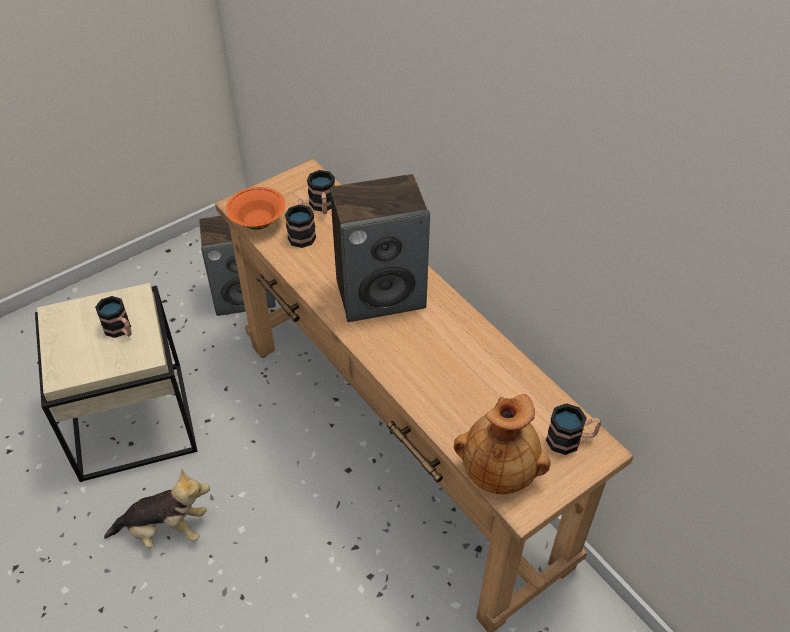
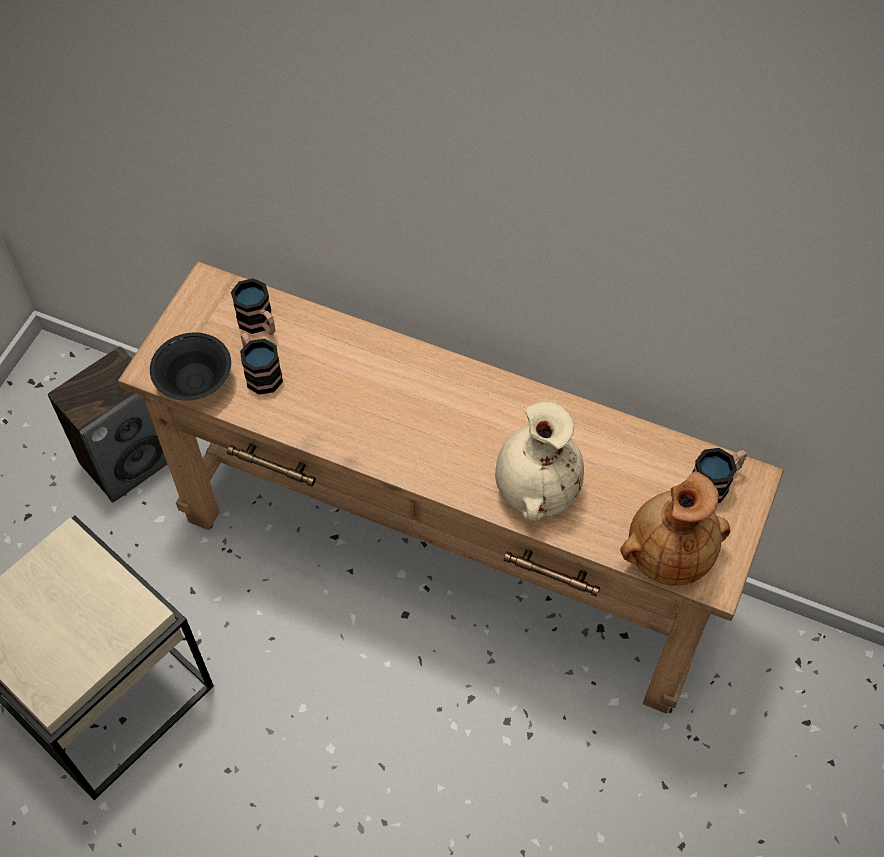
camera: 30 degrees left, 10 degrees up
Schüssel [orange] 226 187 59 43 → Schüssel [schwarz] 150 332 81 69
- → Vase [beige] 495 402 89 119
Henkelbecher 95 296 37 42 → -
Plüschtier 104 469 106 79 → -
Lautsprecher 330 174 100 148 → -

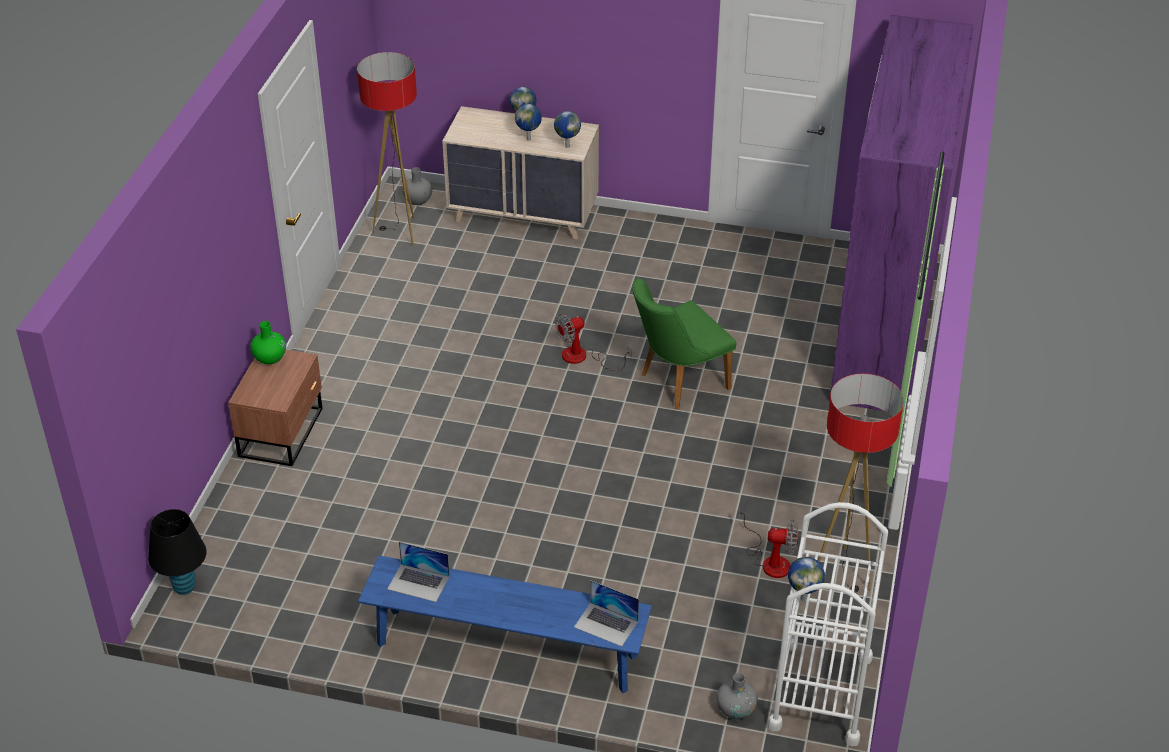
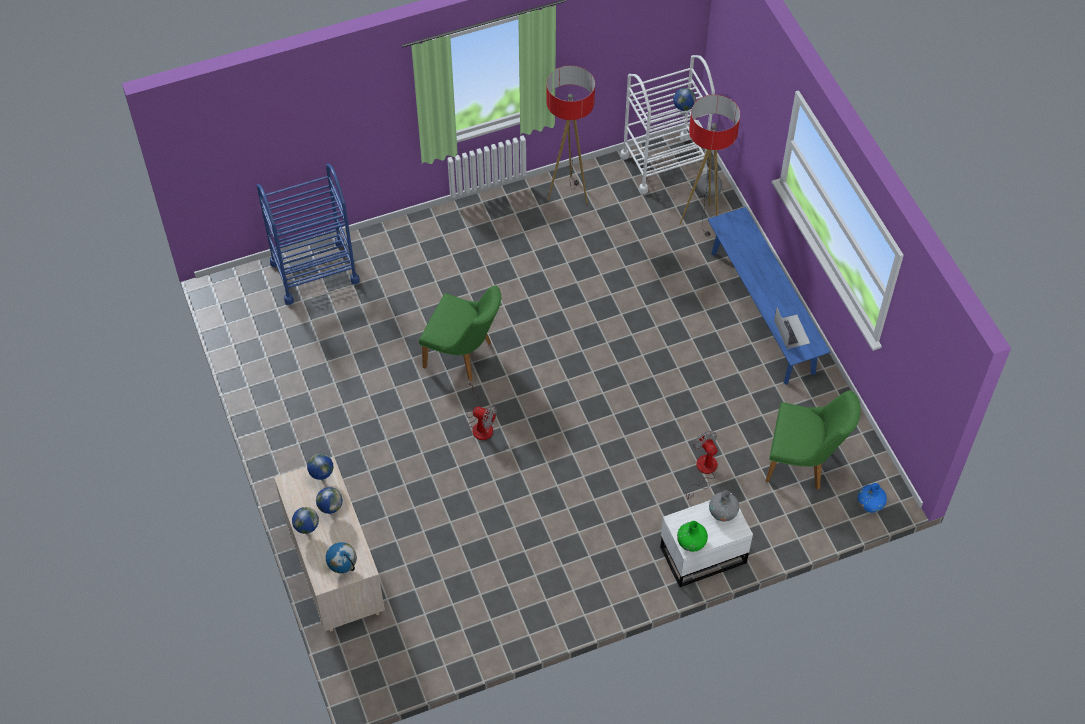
camera: 125 degrees left, 15 degrees up
Kleiderschrank [lila] 829 15 145 399 → Rollwagen [blau] 257 164 103 141
- → Globus 326 542 31 31
Nachttisch [braun] 228 350 95 116 → Nachttisch [weiß] 660 493 93 94
Stehlampe 357 52 60 194 → Stehlampe 679 95 61 141, moved
Ventilator 739 511 59 67 → Ventilator 686 431 32 68, moved
Vase [grau] 402 167 30 38 → Vase [grau] 709 491 30 31, moved
- → Stuhl [grün] 765 390 96 100
Tischlampe [schwarz] 148 509 59 86 → Vase [blau] 857 483 30 30
Laptop 574 581 65 66 → -

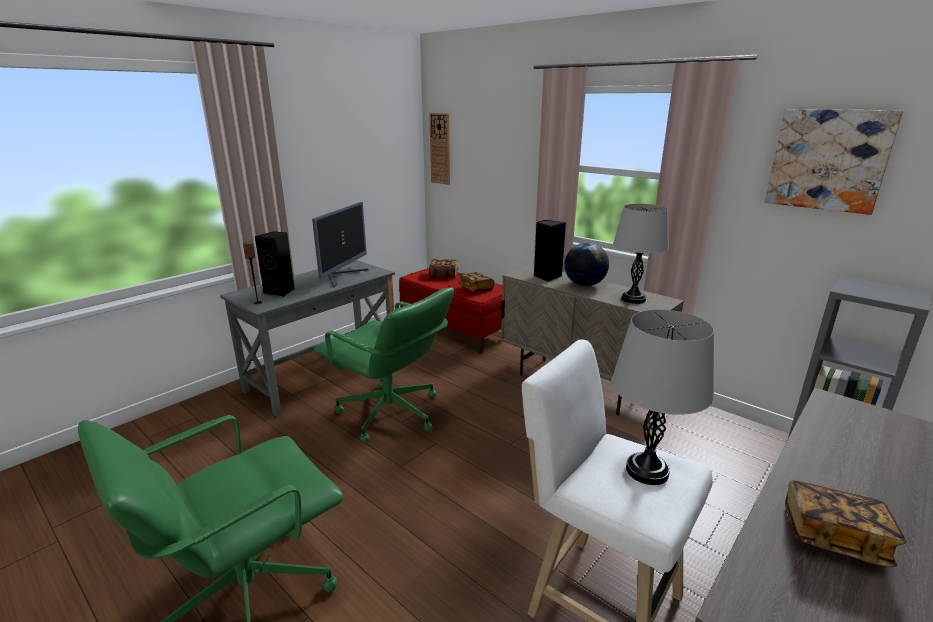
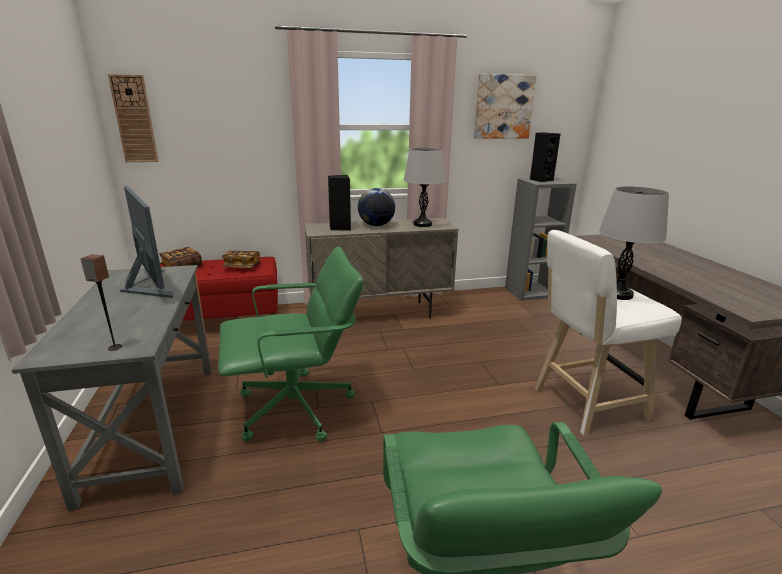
camera: 55 degrees left, 0 degrees up
Lautsprecher [schwarz] 255 231 40 65 → Lautsprecher [schwarz] 530 132 31 50, moved
Buch 785 480 121 87 → -

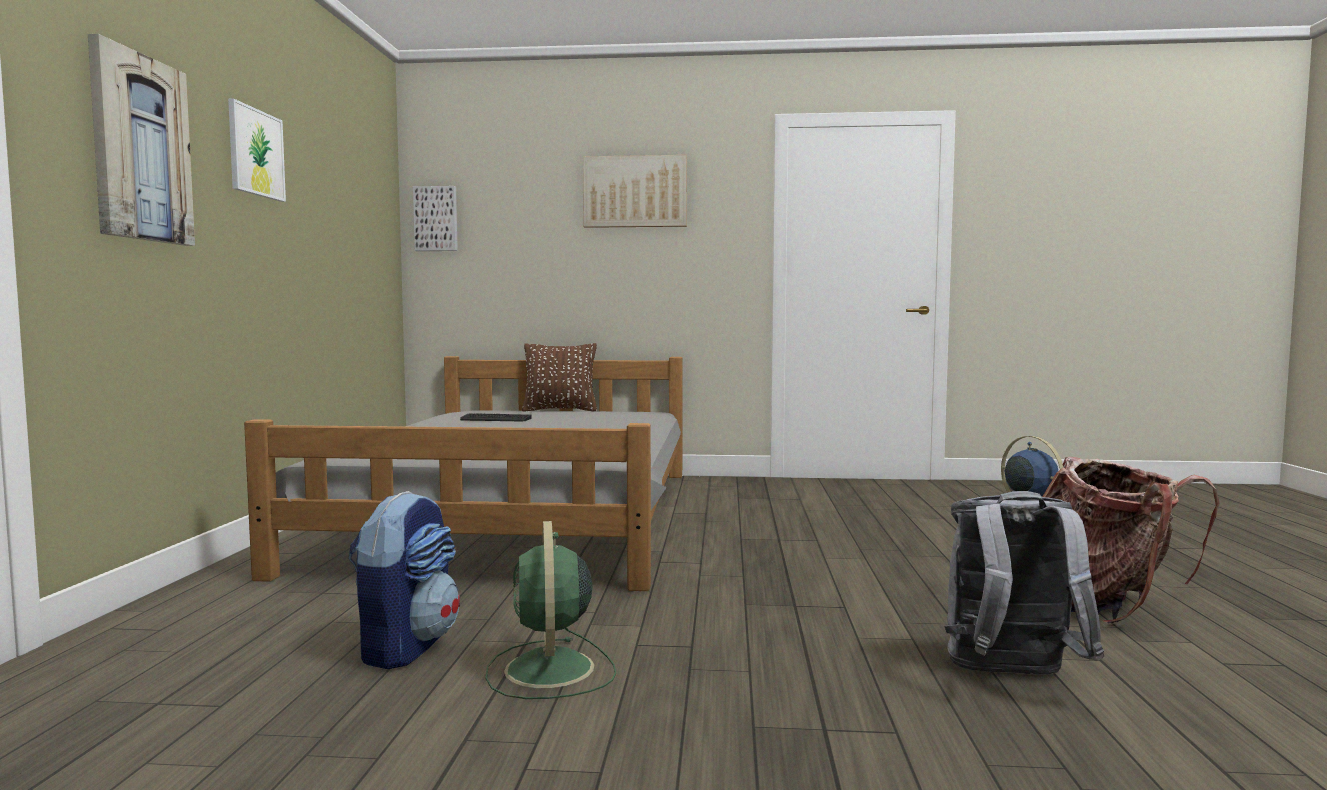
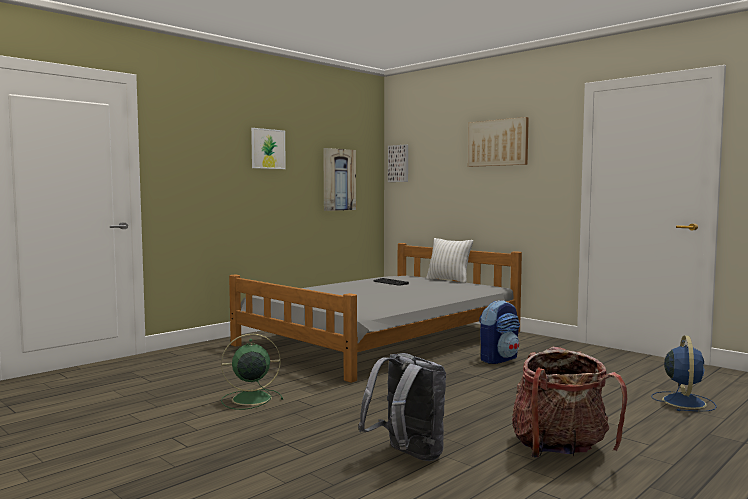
camera: 40 degrees right, 0 degrees up
Ventilator [grün] 485 521 131 178 → Ventilator [grün] 221 334 62 76, 45 degrees clockwise
Bild 88 34 107 212 → Bild 323 148 33 63, moved
Kissen [braun] 522 343 75 69 → Kissen [weiß] 426 238 47 45
Rucksack 348 491 112 178 → Rucksack 479 300 41 64, moved

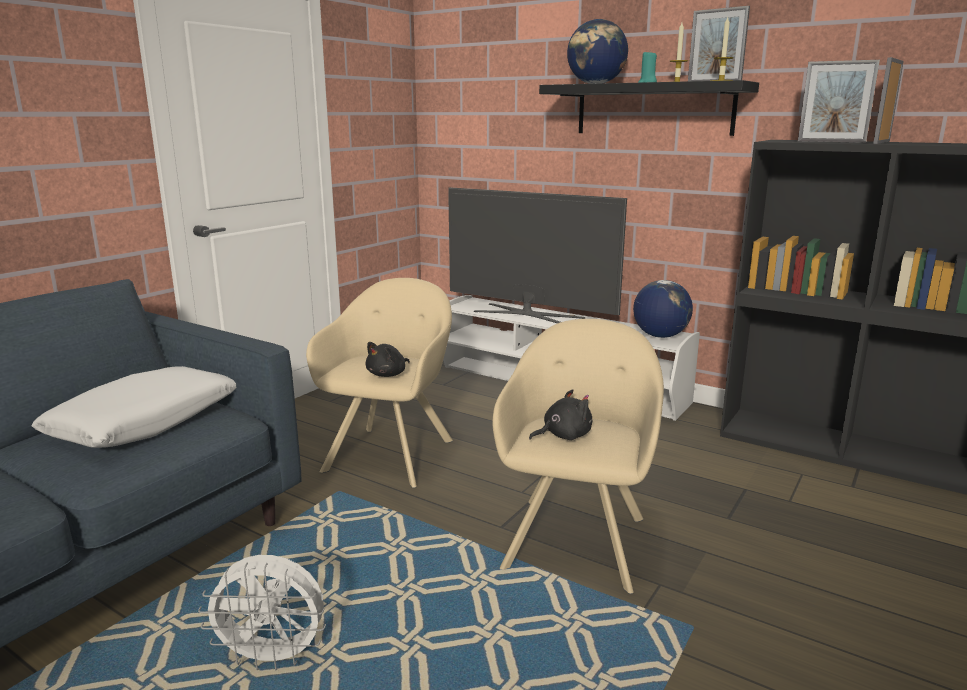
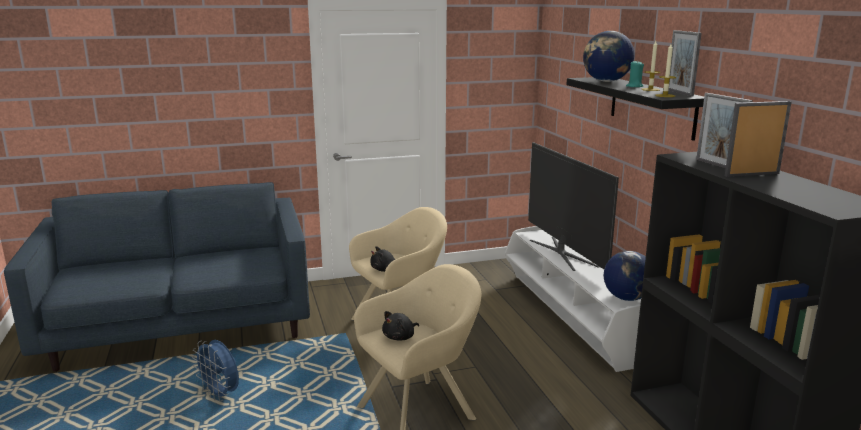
camera: 40 degrees right, 0 degrees up
Ventilator [weiß] 198 555 128 115 → Ventilator [blau] 192 340 47 61
Plüschtier [schwarz] 529 389 63 51 → Plüschtier [schwarz] 382 311 37 30, 120 degrees clockwise
Kissen [weiß] 32 366 204 82 → -

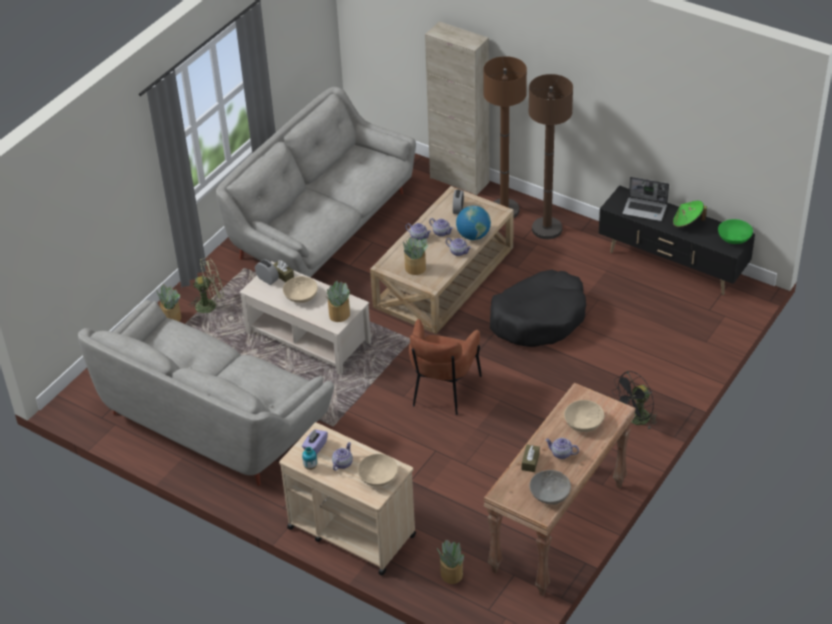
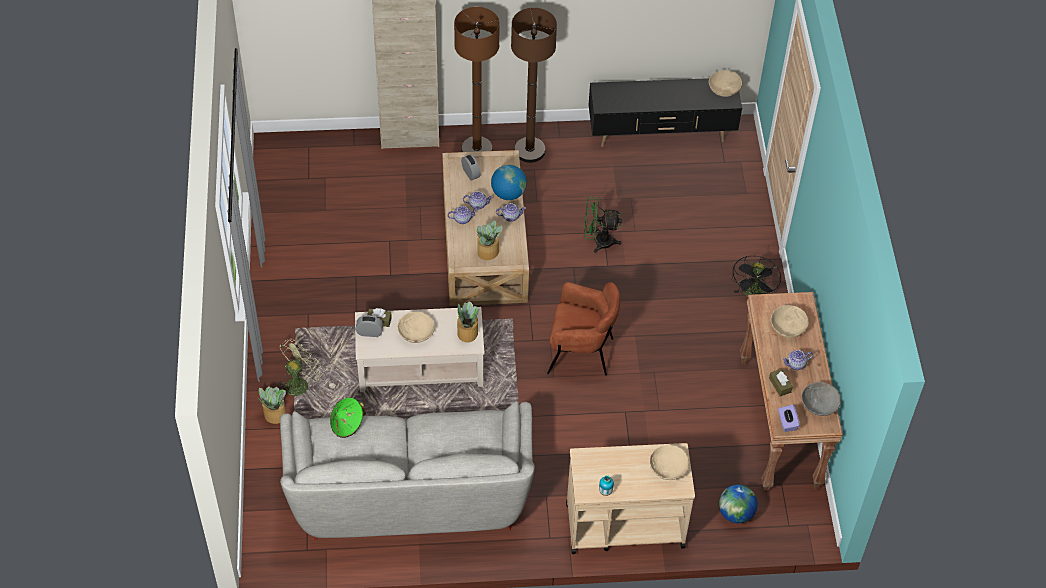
camera: 40 degrees left, 10 degrees up
Hut [grün] 673 201 34 27 → Hut [grün] 330 398 36 40, moved
Sessel [braun] 409 319 73 96 → Sessel [braun] 547 282 73 94, 60 degrees counterclockwise
Hundebett [schwarz] 490 270 96 77 → Ventilator [grün] 584 196 38 57
Schüssel [grün] 718 219 35 25 → Schüssel [beige] 709 70 33 27
Topfpflanze 437 540 27 44 → Globus 719 485 39 38
Taschentuchbox [lila] 302 429 26 26 → Taschentuchbox [lila] 778 404 22 28, moved
Sofa [grau] 216 87 200 190 → -
Teekanne 332 442 21 29 → -
Laptop 623 177 46 44 → -

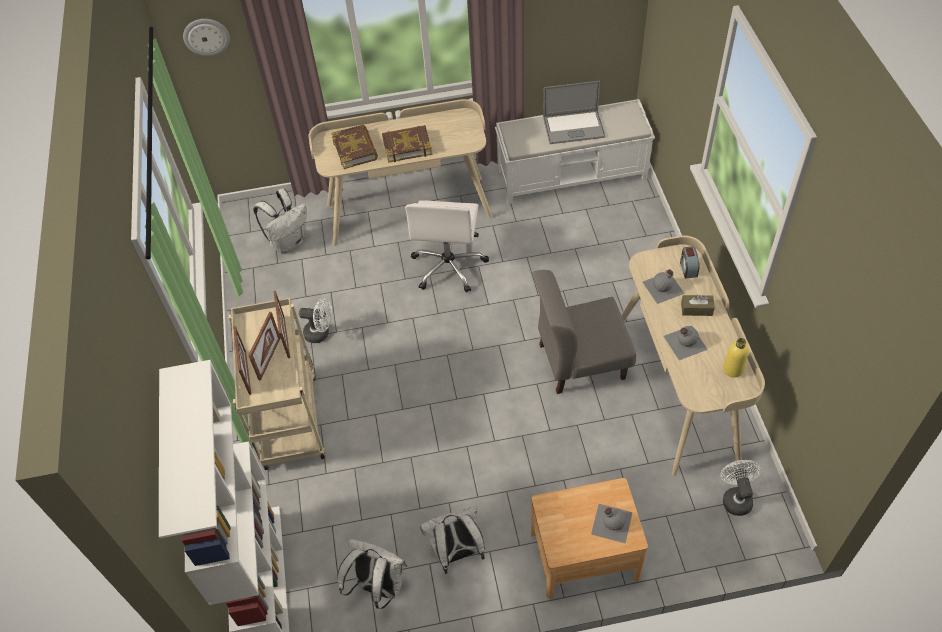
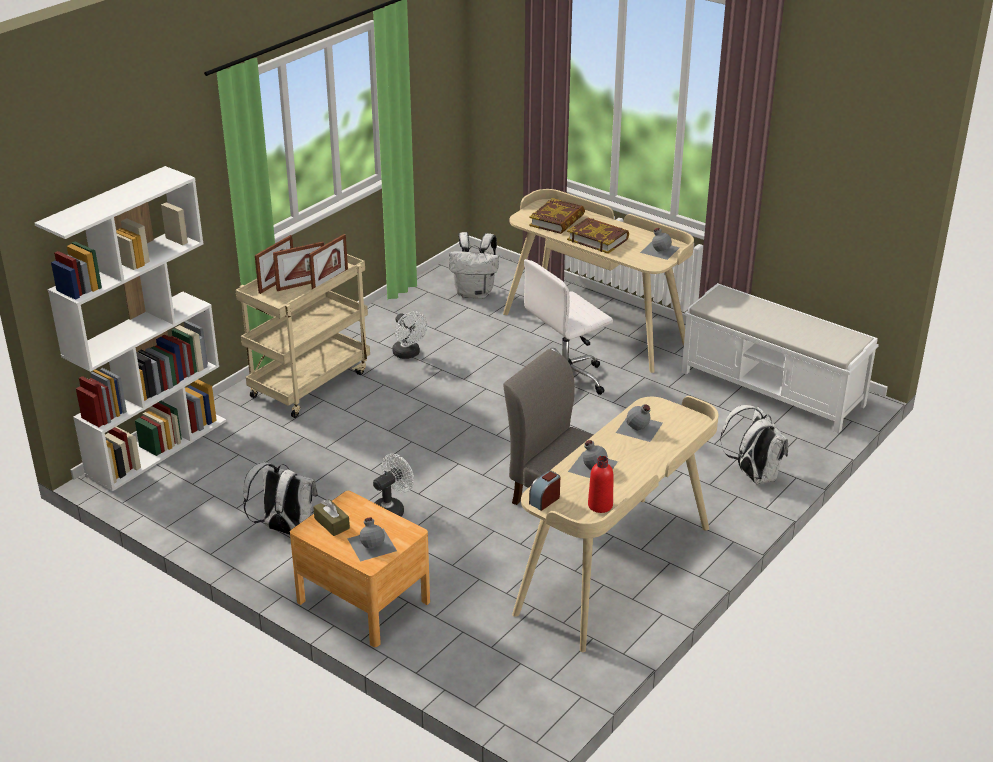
camera: 45 degrees right, 20 degrees down
Taschentuchbox [braun] 681 295 34 21 → Taschentuchbox [braun] 313 499 37 37, moved
Ventilator [weiß] 721 460 40 56 → Ventilator [weiß] 373 454 41 62, moved
Wecker 680 247 20 32 → Wecker 529 471 31 40, moved
Flasche [gelb] 723 338 26 40 → Flasche [rot] 588 456 26 57
- → Flasche [grau] 640 228 40 32
Rucksack [weiß] 338 539 69 70 → Rucksack [weiß] 720 405 68 80, moved
Wanduhr 183 19 47 37 → -
Laptop 543 81 62 63 → -

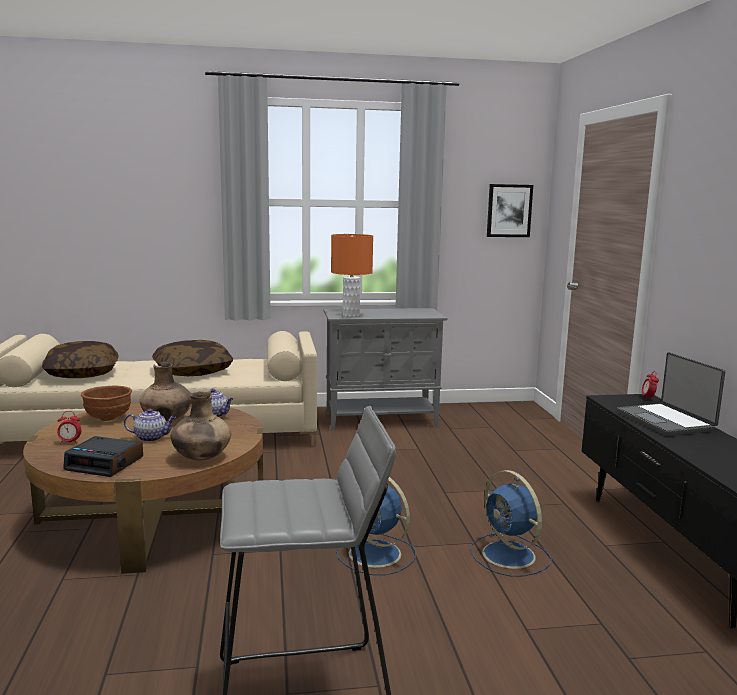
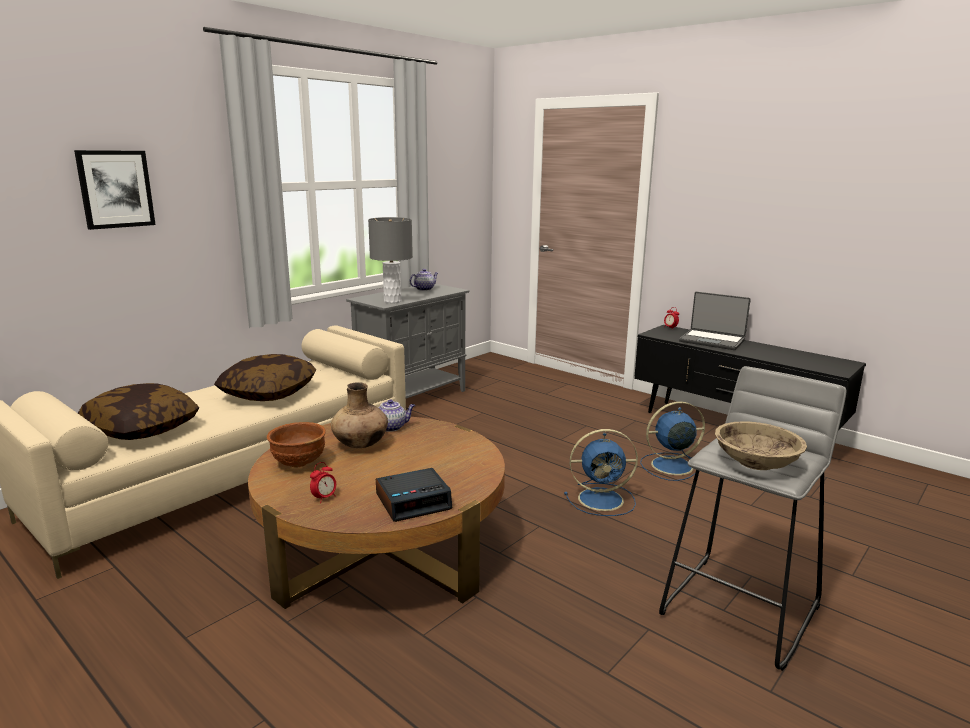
camera: 40 degrees left, 5 degrees up
Bild 487 184 46 53 → Bild 74 150 82 80, moved
Tischlampe [orange] 331 234 42 83 → Tischlampe [grau] 368 217 45 86
Teekanne 124 408 52 34 → Teekanne 409 269 29 22, moved
Ventilator [blau] 470 470 82 107 → Ventilator [blau] 640 401 65 80, 150 degrees clockwise
- → Schüssel [beige] 715 421 92 49
Vase [braun] 170 392 62 68 → -

